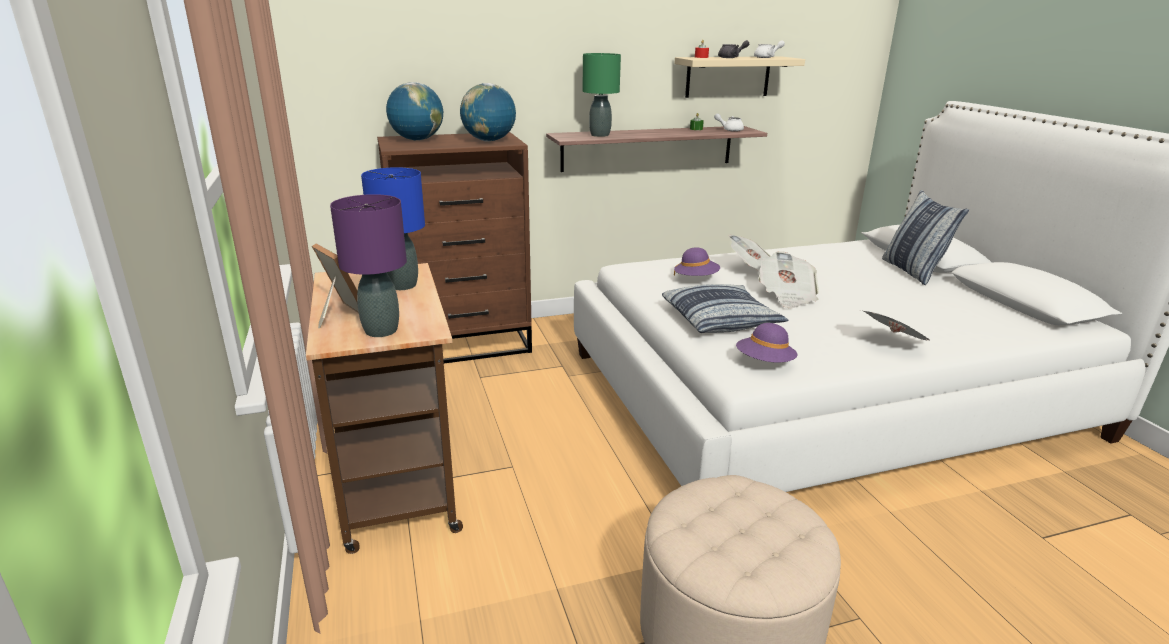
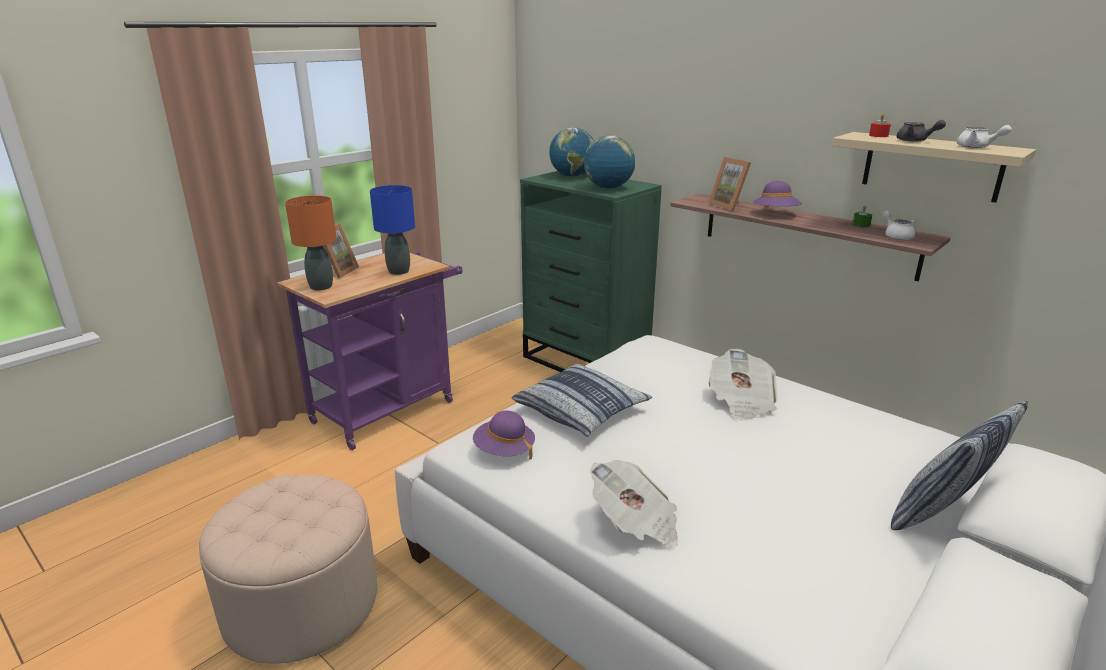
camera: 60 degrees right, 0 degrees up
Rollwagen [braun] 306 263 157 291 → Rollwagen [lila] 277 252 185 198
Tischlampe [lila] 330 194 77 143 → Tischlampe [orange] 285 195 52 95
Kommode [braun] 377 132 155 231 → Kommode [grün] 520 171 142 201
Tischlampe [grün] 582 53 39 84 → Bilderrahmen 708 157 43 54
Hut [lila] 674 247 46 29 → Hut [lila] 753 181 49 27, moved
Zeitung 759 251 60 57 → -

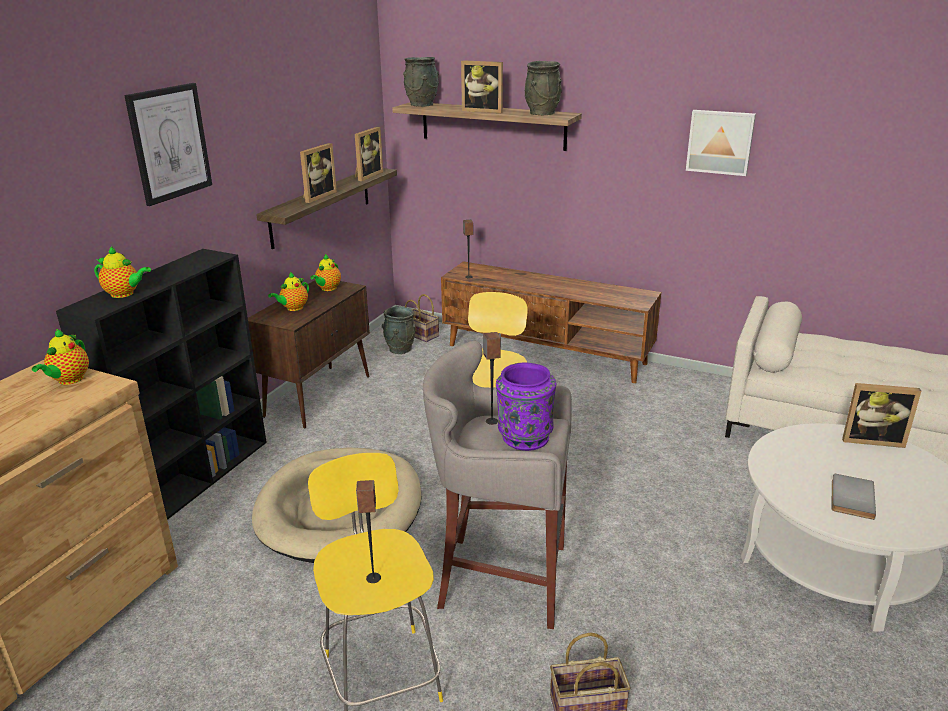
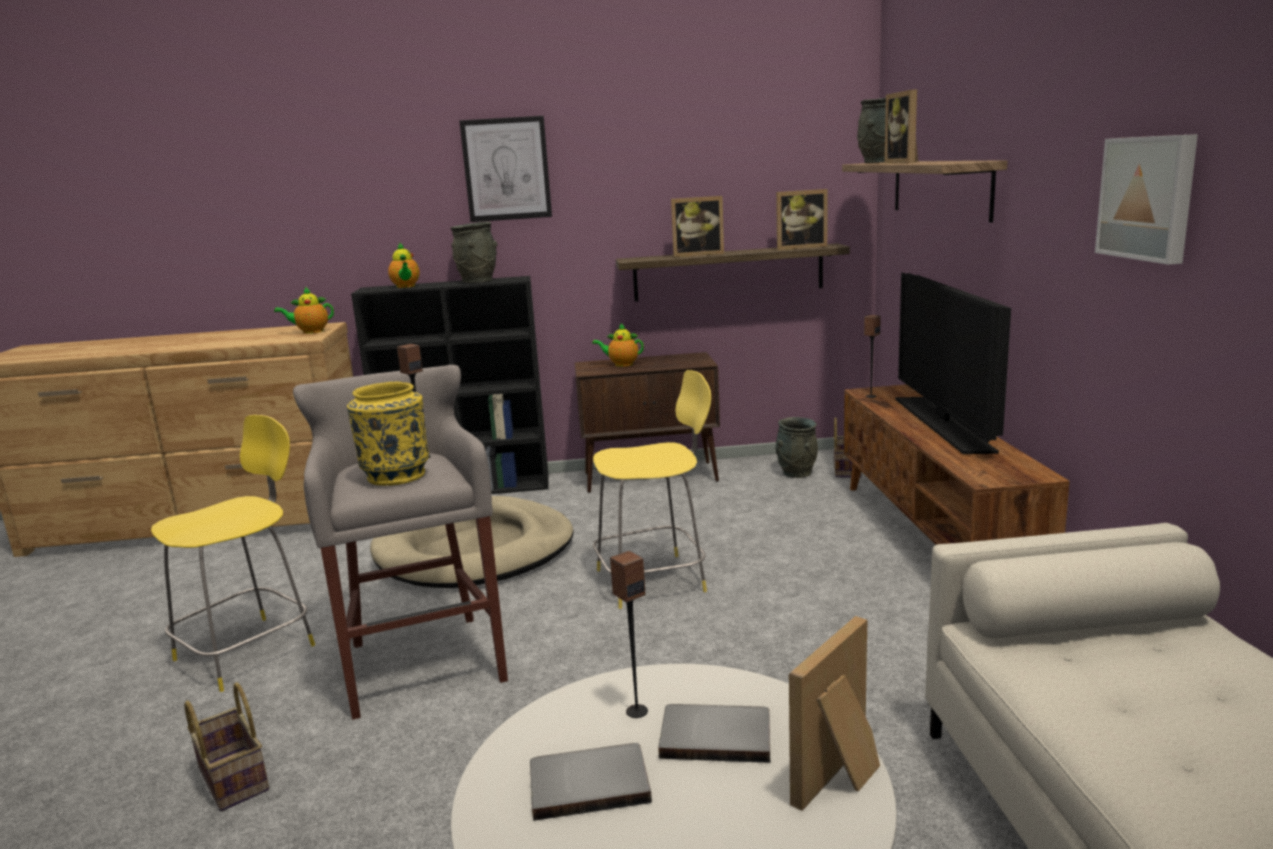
camera: 60 degrees right, 10 degrees down
Vase [lila] 496 363 60 88 → Vase [gelb] 347 382 82 104
Vase [grau] 525 61 37 54 → Vase [grau] 450 222 48 61, moved
Lautsprecher 356 480 25 103 → Lautsprecher 610 551 38 167, moved
- → Buch [grau] 658 704 112 59
Bilderrahmen 842 383 79 65 → Bilderrahmen 789 616 91 195, 60 degrees clockwise
- → Fernseher 895 272 116 182
Teekanne 310 254 31 37 → -

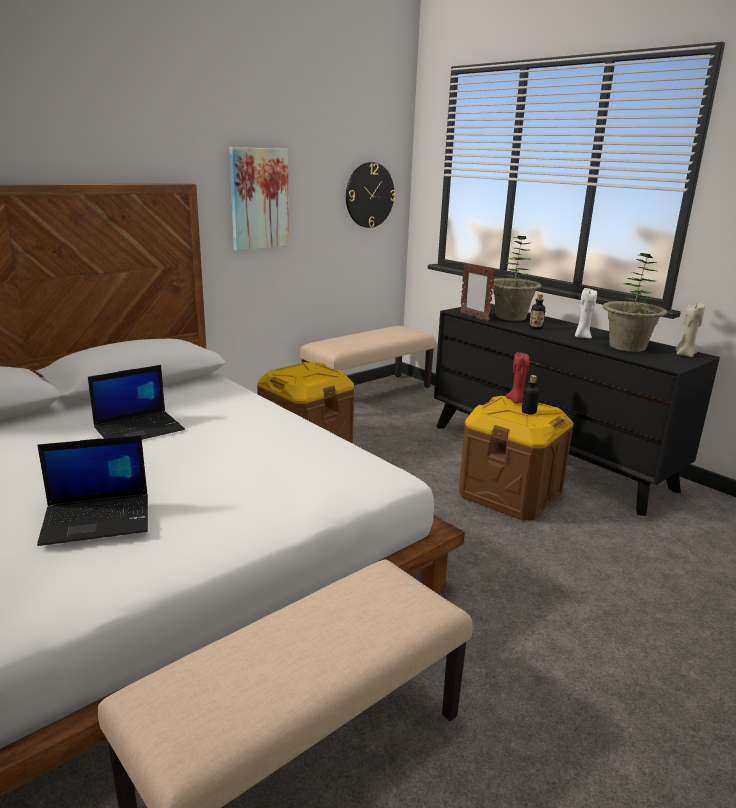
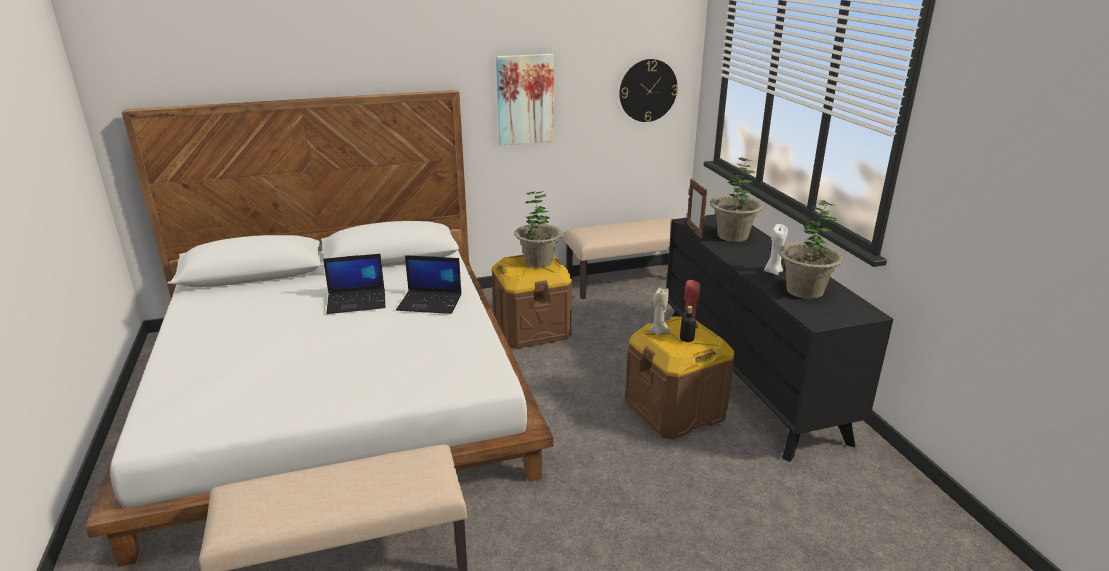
camera: 25 degrees right, 5 degrees up
Laptop 37 435 111 111 → Laptop 396 255 66 59, moved
- → Topfpflanze 514 191 49 76
Kerze [beige] 675 303 30 54 → Kerze [beige] 647 288 24 48, moved
Flasche 529 294 17 36 → -

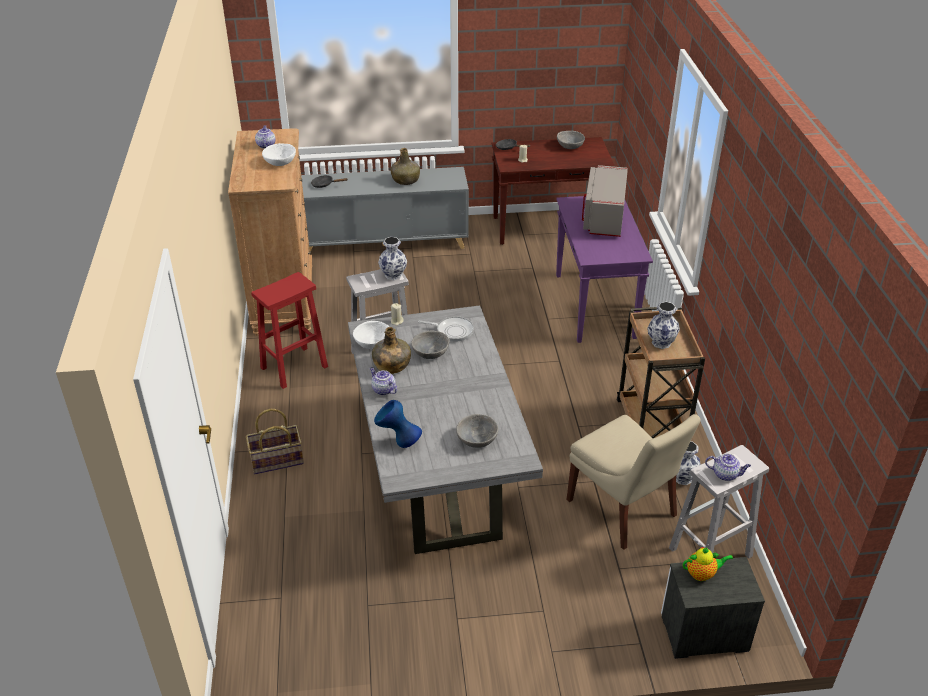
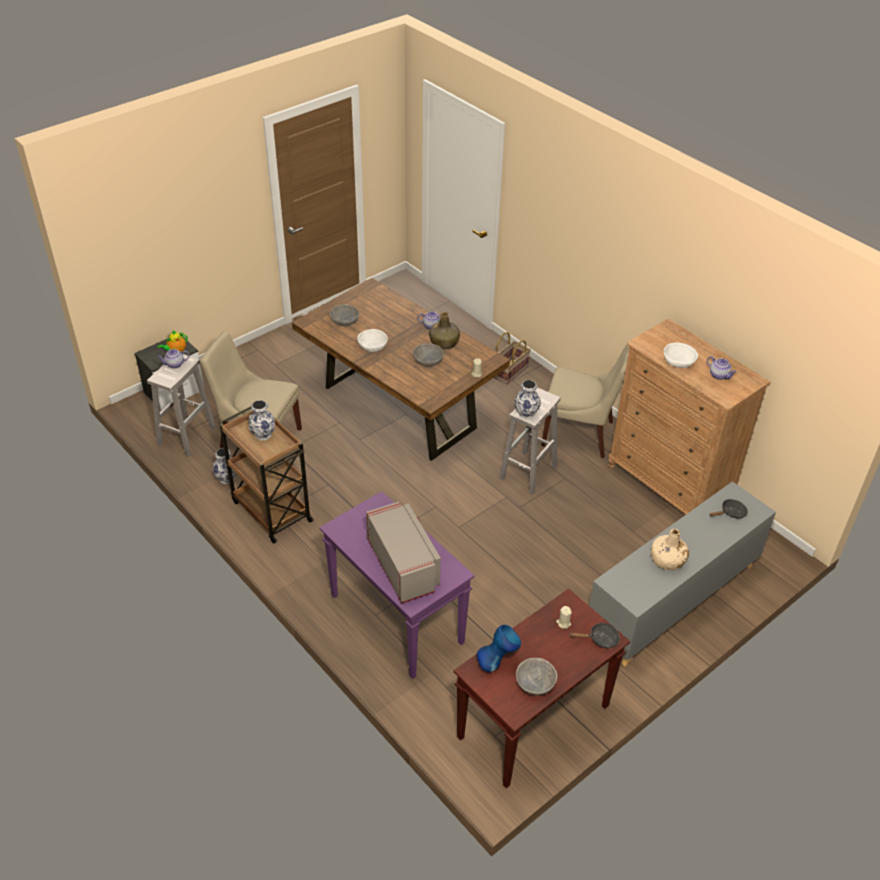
camera: 145 degrees right, 5 degrees up
Esstisch [grau] 348 305 195 249 → Esstisch [braun] 292 278 218 183
Schüssel [weiß] 353 321 36 28 → Schüssel [weiß] 357 329 31 23, moved
Vase [blau] 374 400 48 48 → Vase [blau] 477 625 44 47, moved
Hocker [rot] 251 272 77 117 → Stuhl [beige] 541 343 88 115
Flasche [grün] 391 148 29 37 → Flasche [beige] 651 529 38 41
Pfanne 418 316 56 25 → -

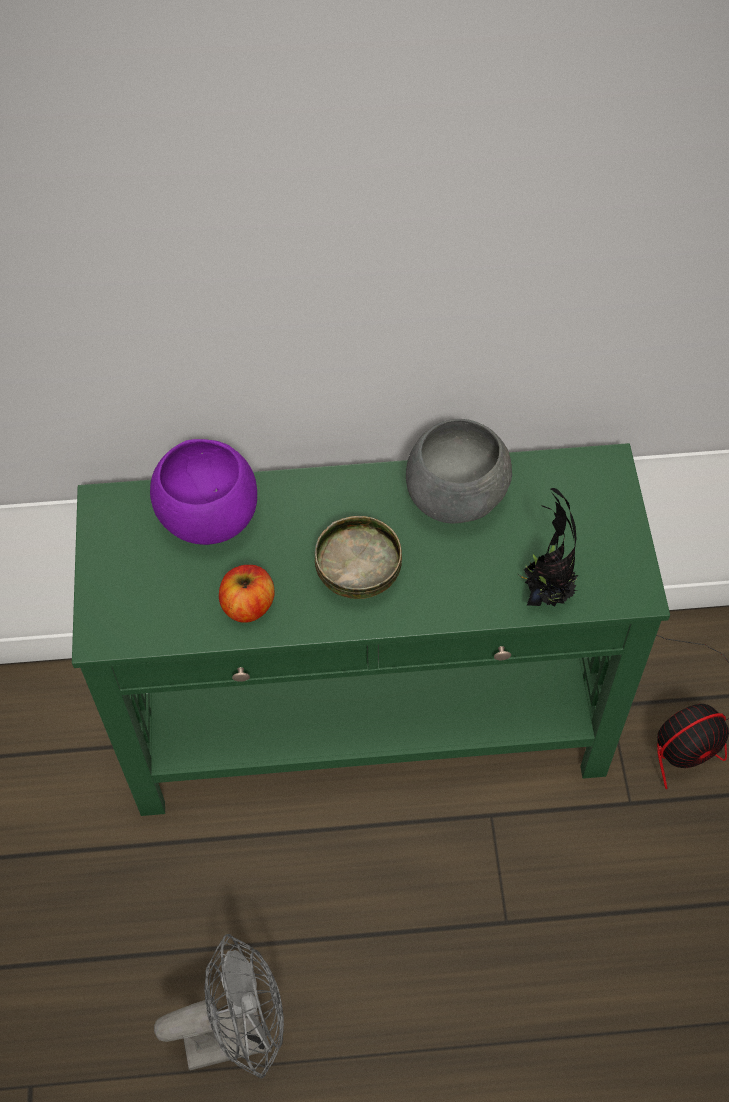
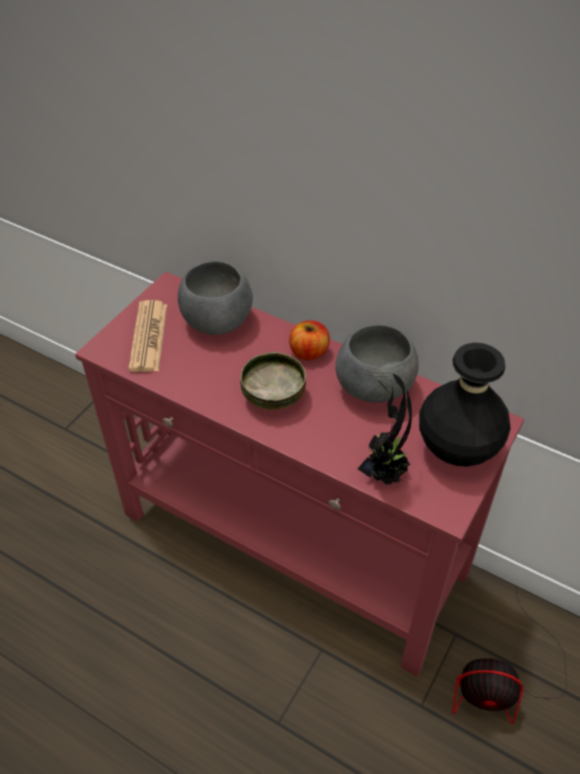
camera: 35 degrees right, 10 degrees down
Konsolentisch [grün] 72 443 598 373 → Konsolentisch [rot] 75 272 449 405
- → Zeitung 128 300 39 72
Schüssel [lila] 150 439 107 106 → Schüssel [grau] 178 261 75 74
Apfel 219 565 56 58 → Apfel 289 320 41 40, moved
- → Vase [schwarz] 419 343 92 124
Ventilator [grau] 154 934 130 145 → -

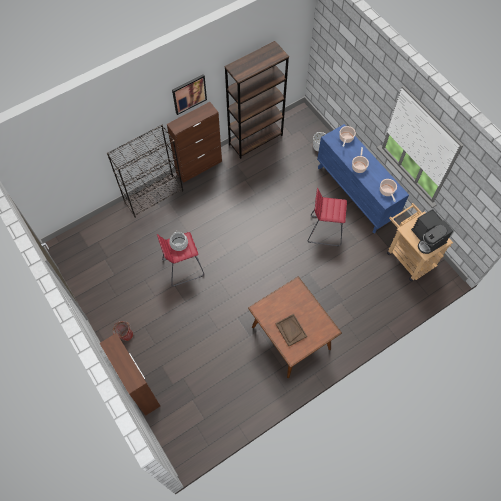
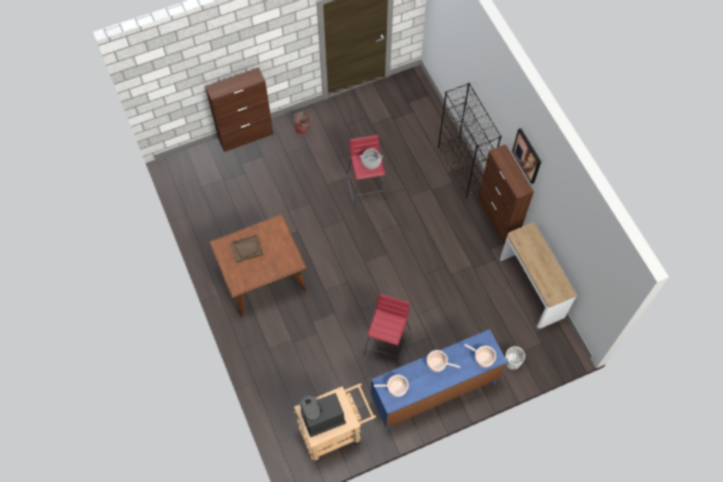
camera: 100 degrees right, 0 degrees up
Bücherregal [braun] 224 41 65 118 → Konsolentisch 500 222 77 106

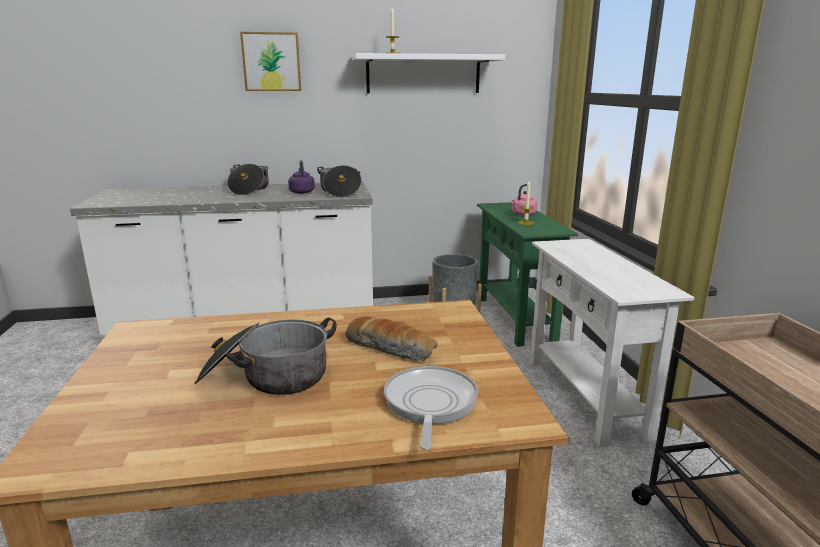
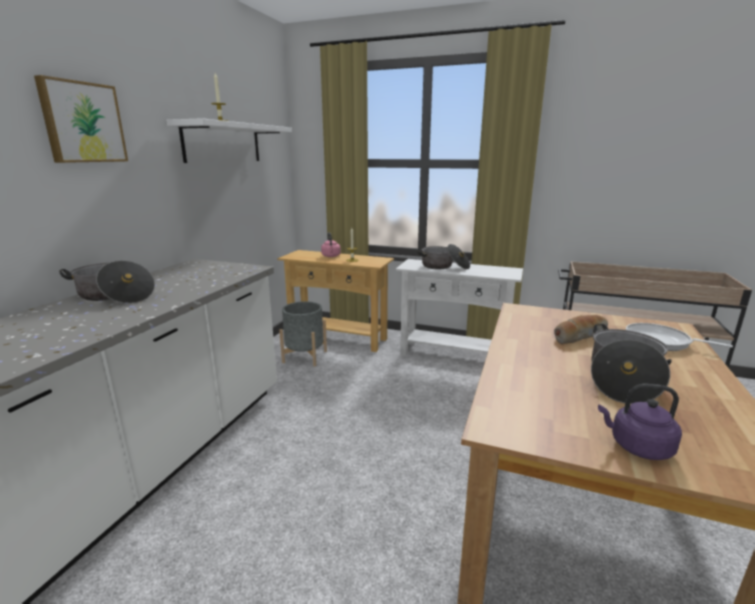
camera: 60 degrees left, 0 degrees up
Konsolentisch [grün] 477 202 101 145 → Konsolentisch [beige] 277 250 117 102
Kochtopf 317 165 45 32 → Kochtopf 417 244 53 25, moved
Wasserkessel [lila] 288 160 27 34 → Wasserkessel [lila] 598 384 84 76, moved

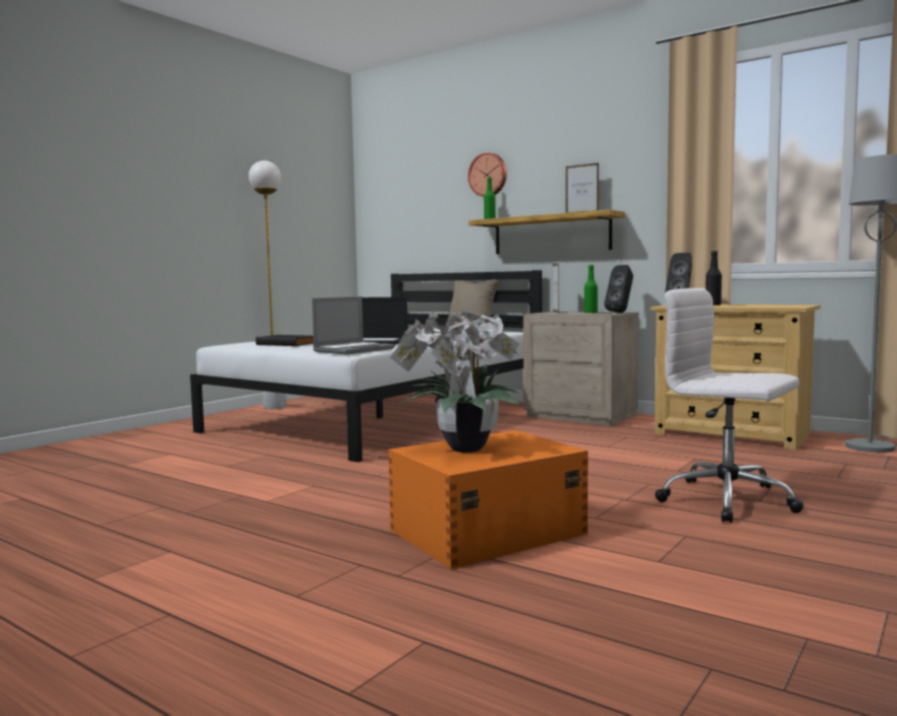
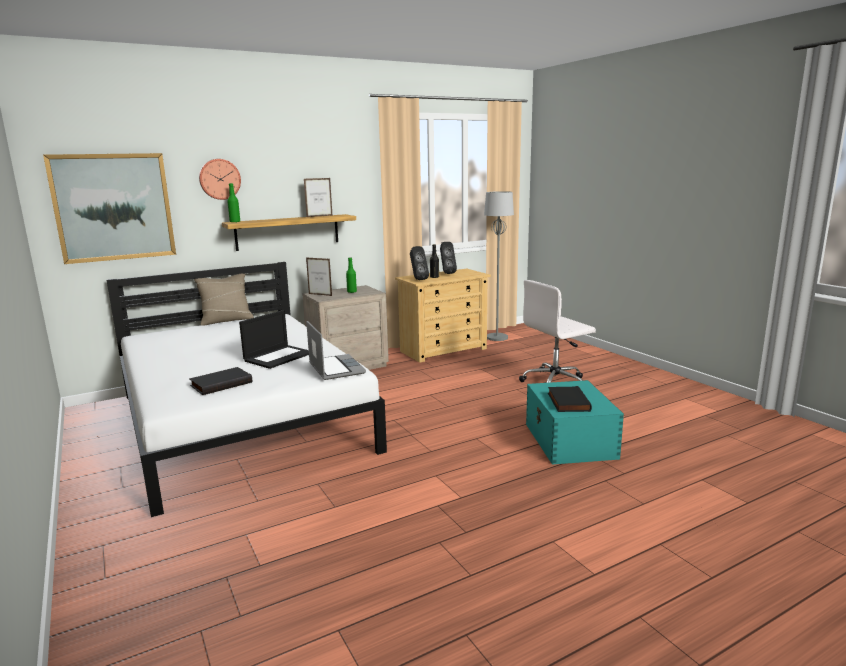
camera: 65 degrees left, 10 degrees up
- → Bild 43 153 133 111
Lautsprecher [schwarz] 604 265 29 48 → Lautsprecher [schwarz] 440 242 17 32, moved
Aufbewahrungsbox [orange] 388 430 200 139 → Aufbewahrungsbox [türkis] 526 380 98 85
Topfpflanze 390 308 131 145 → Buch [schwarz] 548 386 44 26
Stehlampe [weiß] 249 161 38 248 → -

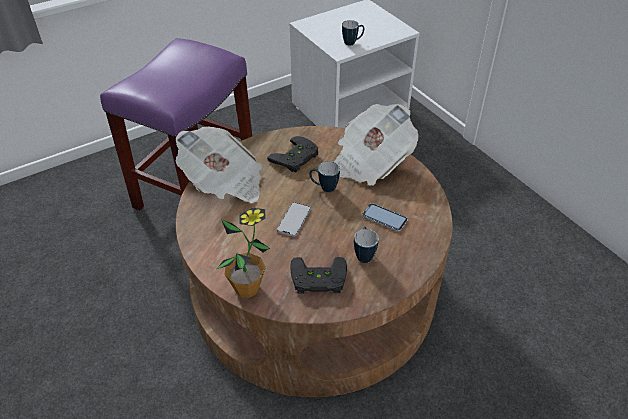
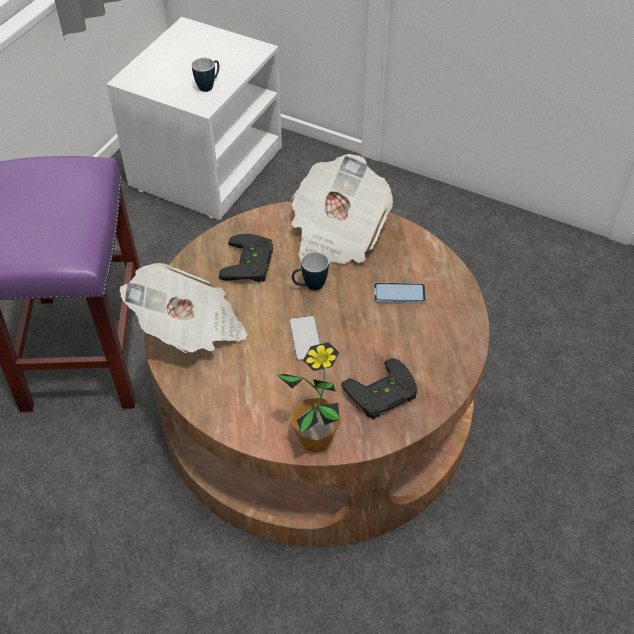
camera: 30 degrees left, 5 degrees up
Henkelbecher 354 227 25 36 → -

